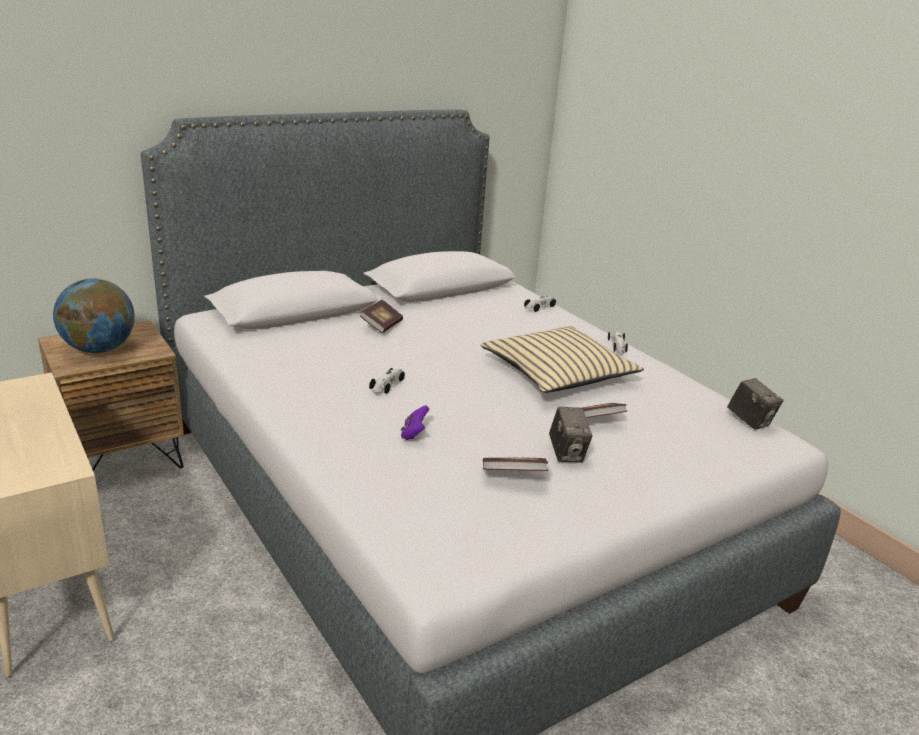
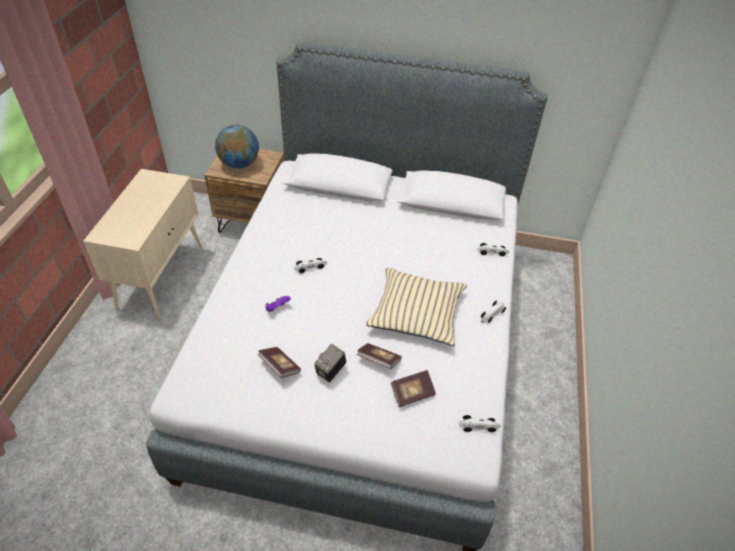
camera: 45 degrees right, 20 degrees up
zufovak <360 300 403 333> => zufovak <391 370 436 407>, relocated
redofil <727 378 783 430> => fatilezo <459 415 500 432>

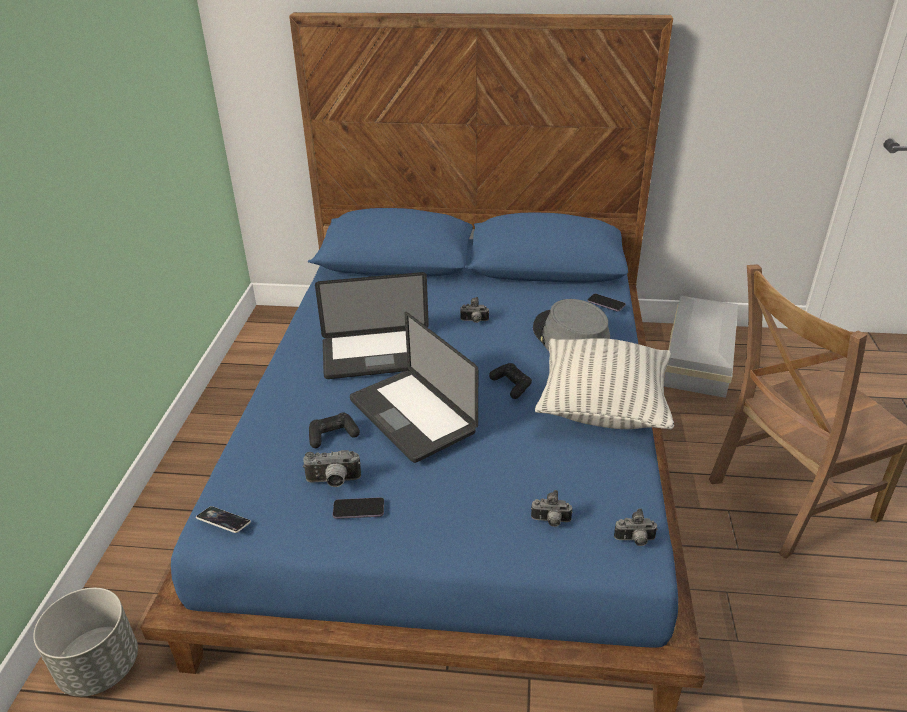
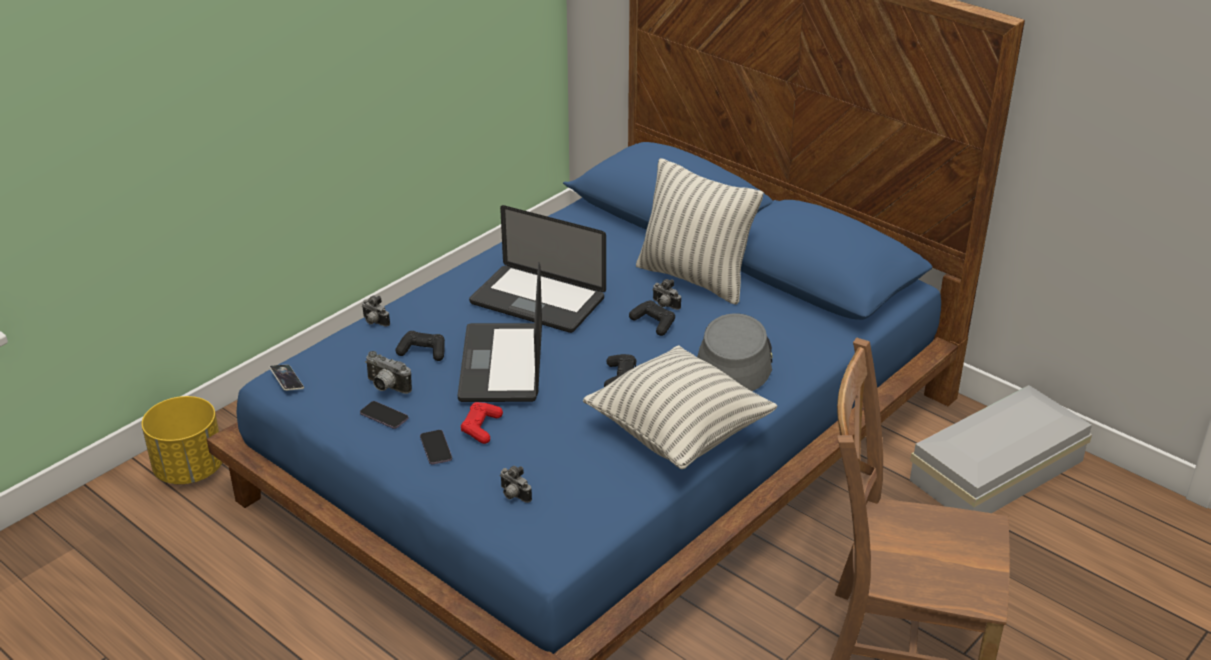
camera: 35 degrees right, 0 degrees up
nothing => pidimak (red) <461 402 503 444>
nothing => pidimak (black) <629 301 675 336>
nothing => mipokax <636 158 763 305>
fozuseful <587 294 626 311> => fozuseful <420 430 452 465>, relocated
redofil <614 508 658 546> => redofil <362 295 390 327>, relocated
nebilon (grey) <33 588 138 697> => nebilon (yellow) <142 396 222 484>

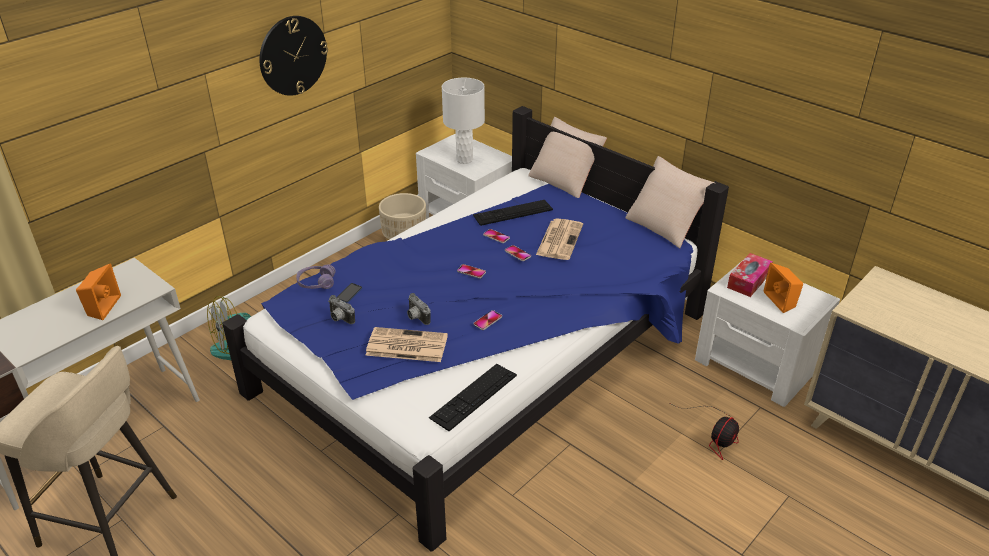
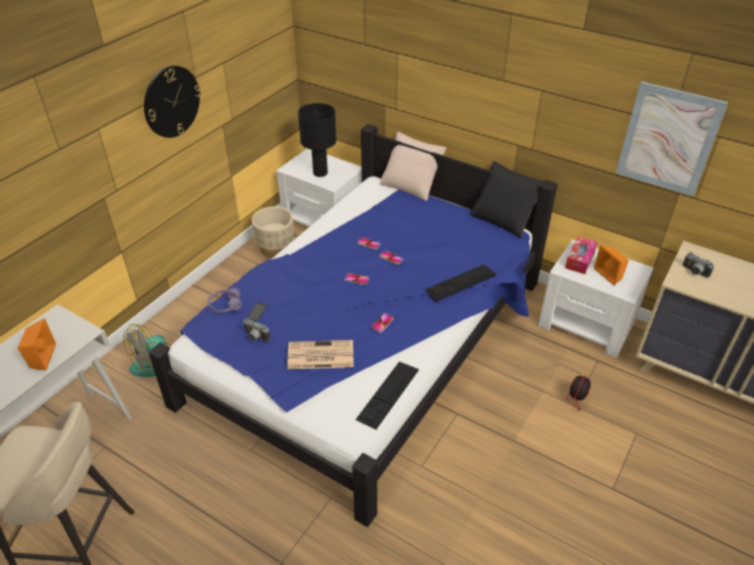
camera: 10 degrees left, 5 degrees up
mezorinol <536 218 583 260> => nothing
nothing => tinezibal <616 81 728 196>
redofil <407 293 431 325> => redofil <683 252 714 278>, relocated
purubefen <473 200 553 226> => purubefen <425 264 496 302>, relocated
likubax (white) <442 78 485 164> => likubax (black) <298 103 337 177>
mipokax (beige) <625 156 714 248> => mipokax (black) <470 161 546 238>

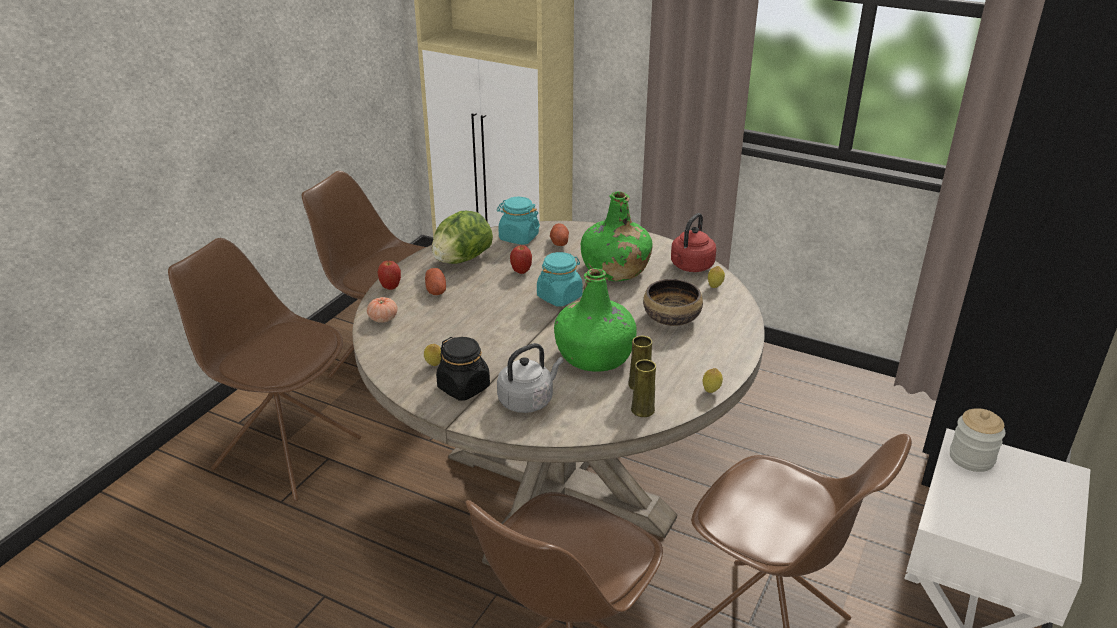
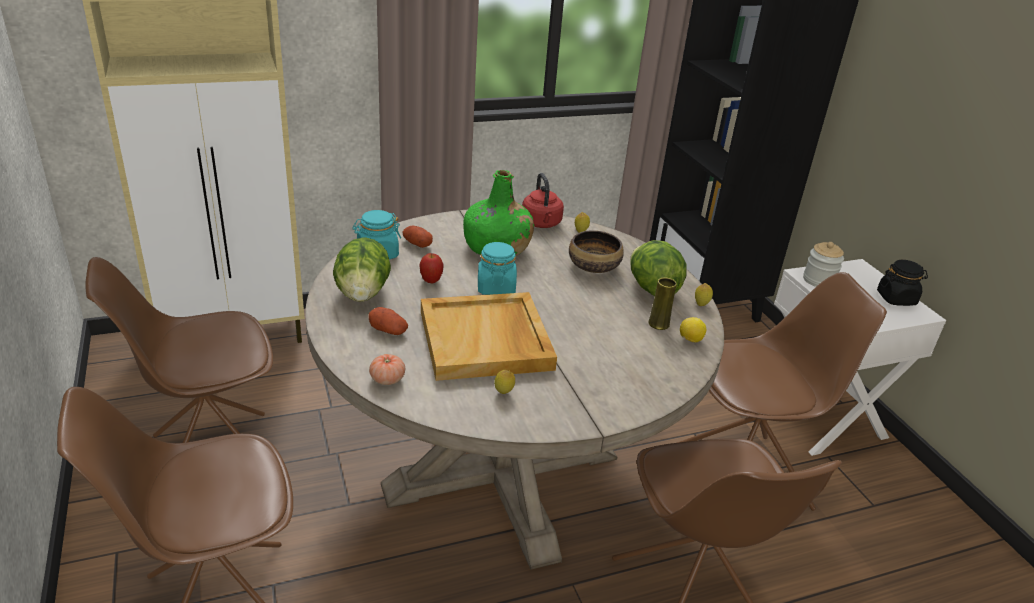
camera: 50 degrees left, 0 degrees up
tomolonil <377 261 401 290> => nothing
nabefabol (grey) <497 343 564 413> => nothing
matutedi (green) <554 268 637 372> => nothing
nothing => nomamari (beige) <421 292 557 381>
nothing => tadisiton <630 240 687 296>
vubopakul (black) <436 337 490 401> => vubopakul (black) <877 260 928 306>, relocated
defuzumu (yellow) <631 360 656 417> => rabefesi <680 317 706 343>

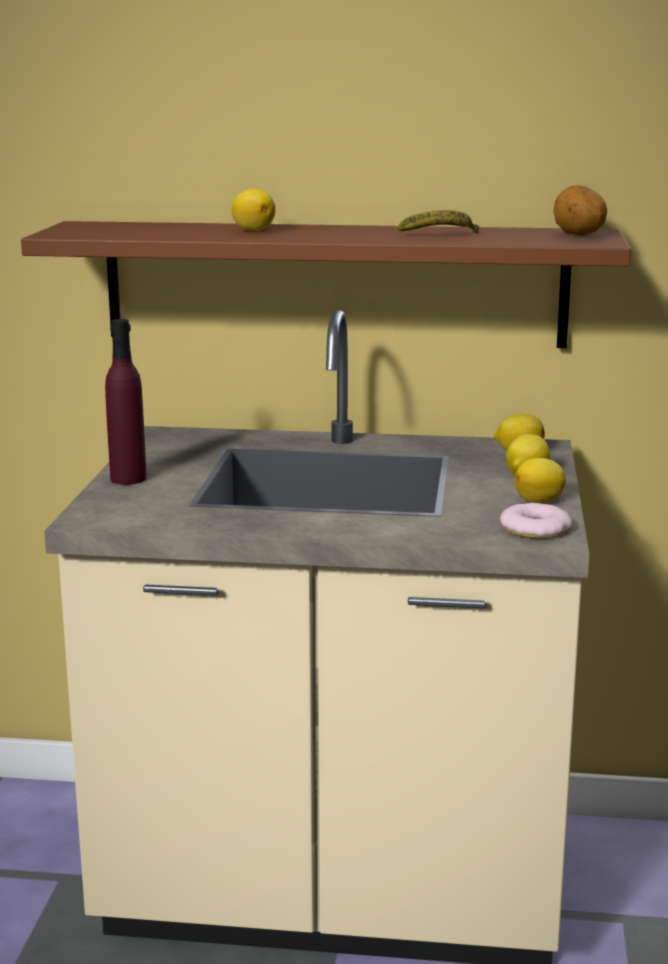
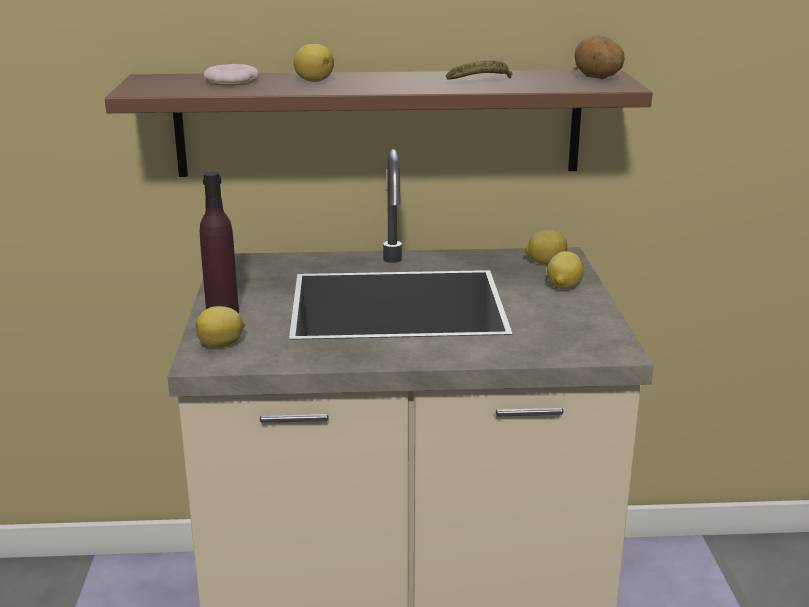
camera: 10 degrees left, 5 degrees up
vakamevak <500 503 572 538> => vakamevak <204 64 259 86>, relocated
rabefesi <515 458 566 503> => rabefesi <195 306 245 348>, relocated

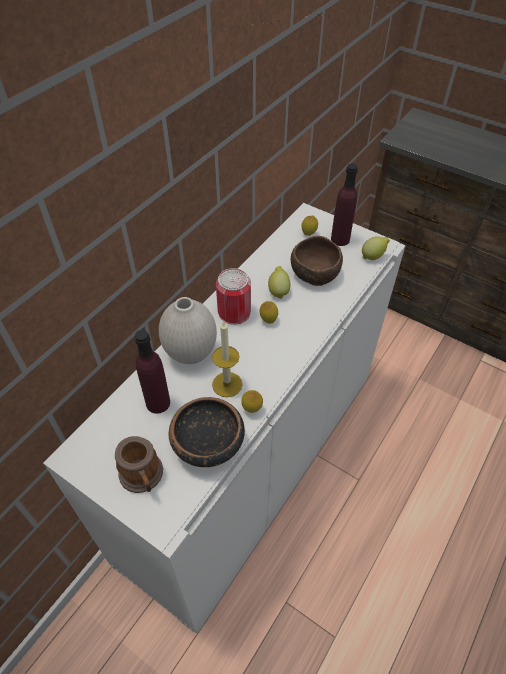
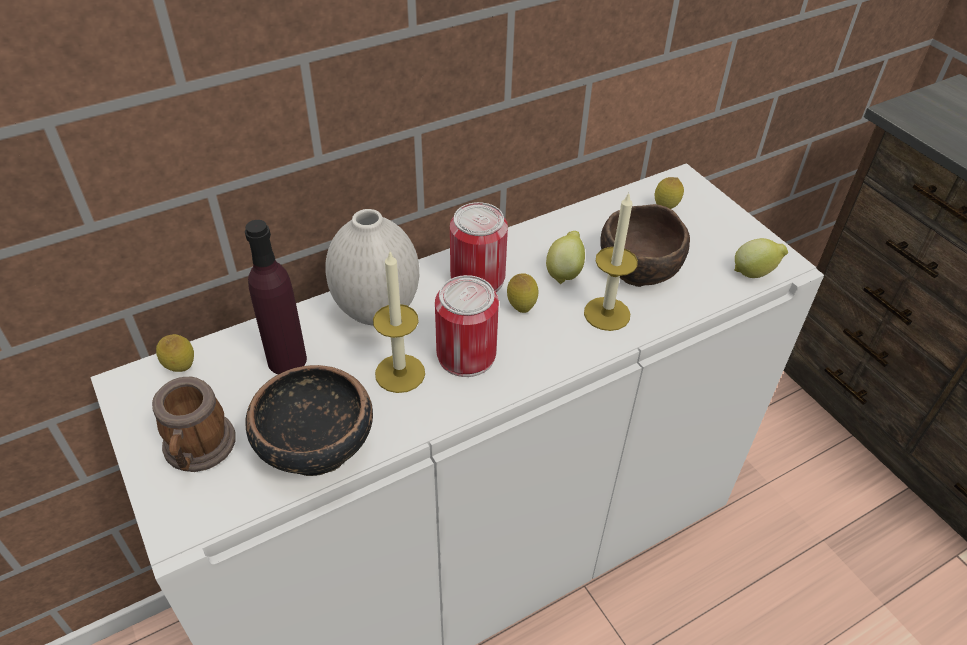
camera: 25 degrees right, 5 degrees down
matutedi (purple) <331 163 358 246> => nothing
nothing => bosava <435 275 499 377>
nothing => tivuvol <584 192 638 331>
rabefesi <241 390 263 413> => rabefesi <156 334 194 372>, relocated

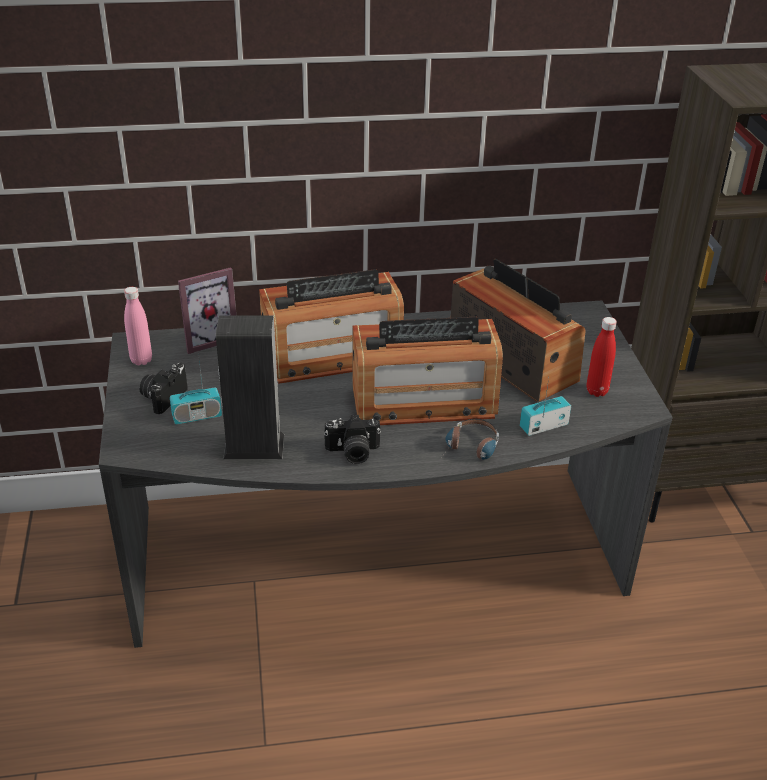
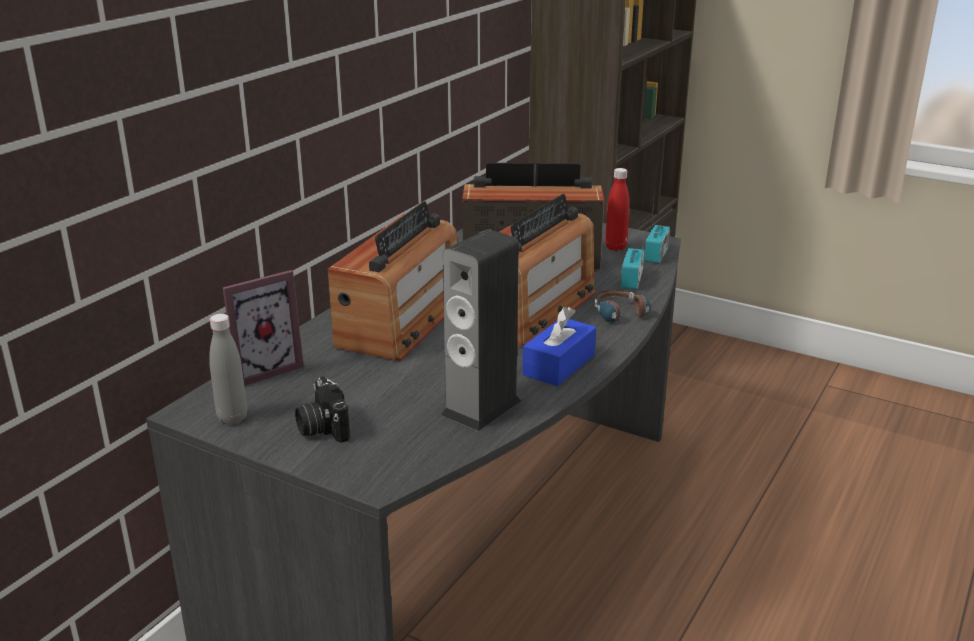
camera: 50 degrees left, 10 degrees down
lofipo <170 351 222 424> => lofipo <644 189 670 263>, relocated
redofil <324 415 381 464> => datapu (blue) <522 307 596 386>
matutedi (pink) <124 287 152 365> => matutedi (grey) <209 314 247 425>
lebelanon <178 267 237 354> => lebelanon <223 270 304 386>, 45 degrees clockwise

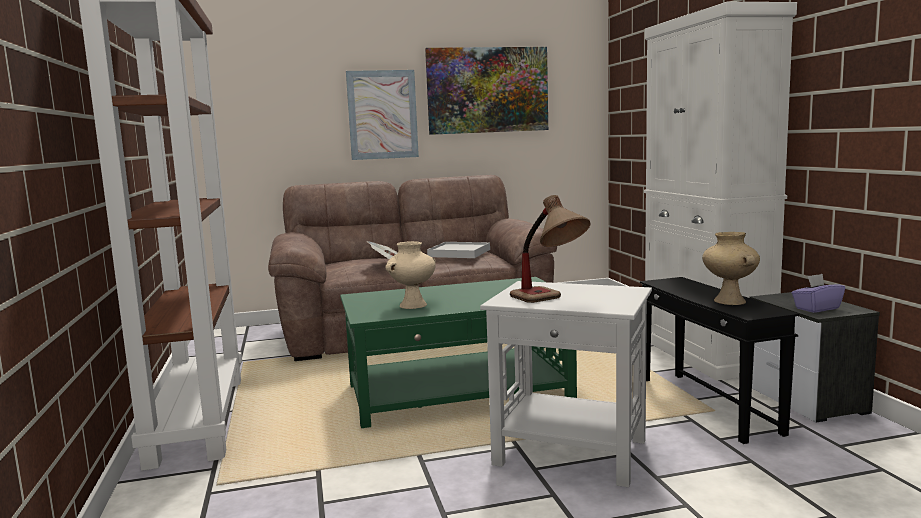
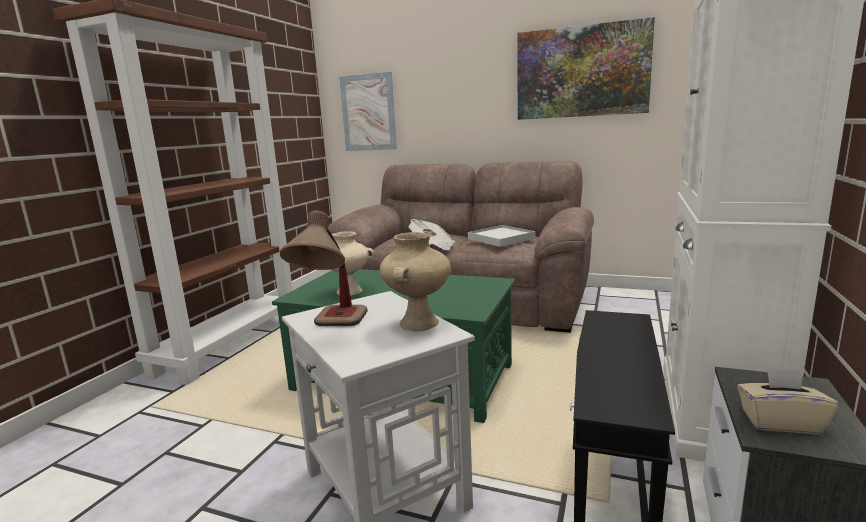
camera: 35 degrees right, 5 degrees up
tinezibal <346 70 419 160> => tinezibal <339 72 397 151>, relocated
defuzumu (beige) <702 232 760 305> => defuzumu (beige) <380 232 451 331>, relocated
datapu (purple) <792 274 845 313> => datapu (beige) <738 367 838 434>

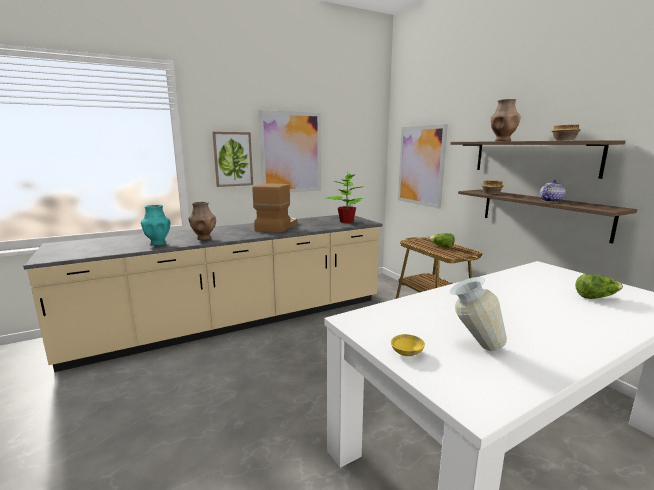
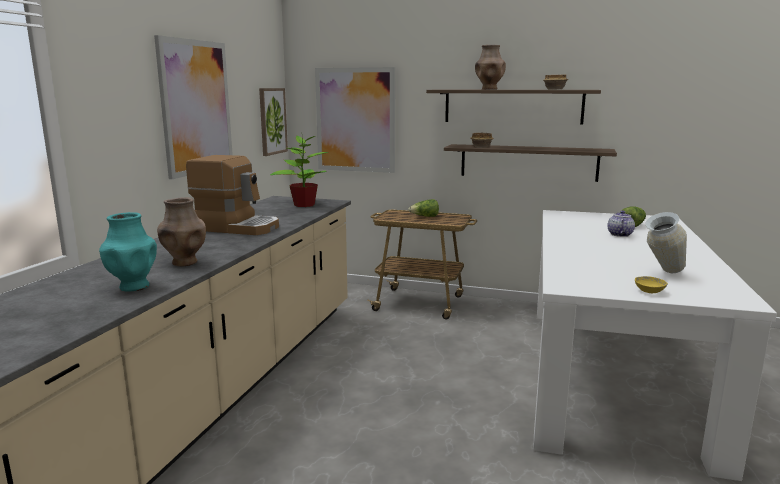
camera: 45 degrees left, 0 degrees up
tinezibal <212 132 253 187> => tinezibal <259 88 288 156>, relocated
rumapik <540 180 566 202> => rumapik <608 211 635 237>, relocated
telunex <253 183 297 233> => telunex <186 155 279 235>, 135 degrees clockwise

